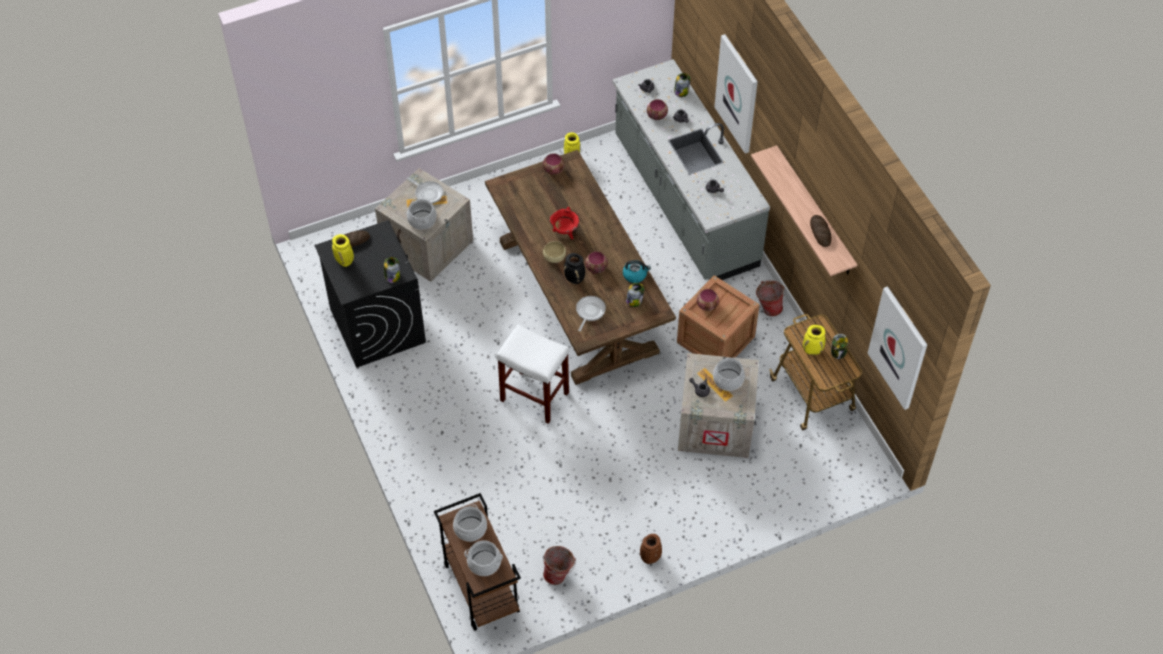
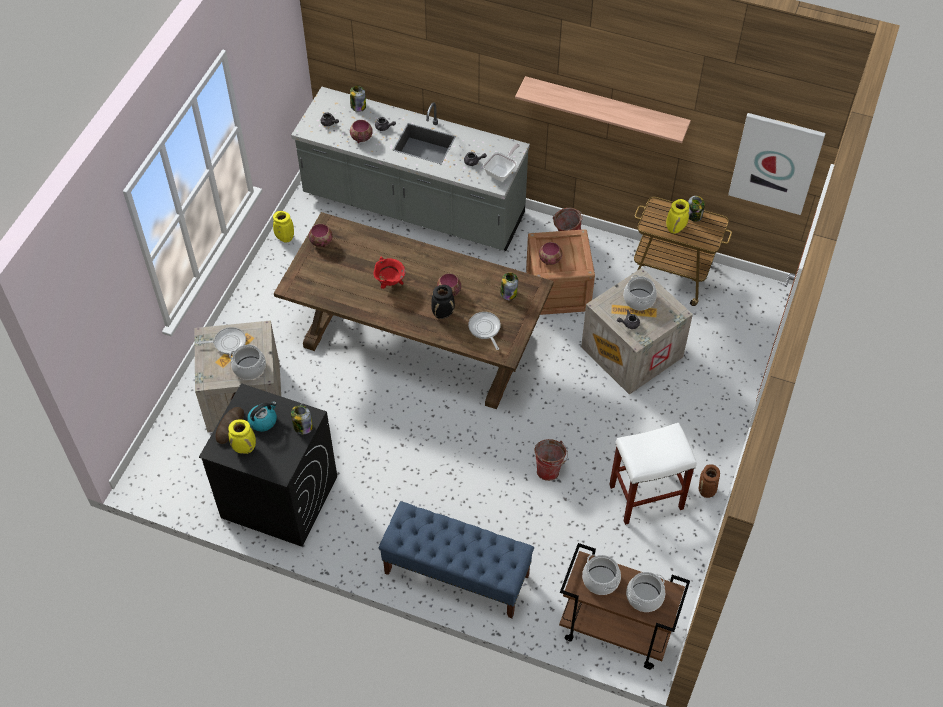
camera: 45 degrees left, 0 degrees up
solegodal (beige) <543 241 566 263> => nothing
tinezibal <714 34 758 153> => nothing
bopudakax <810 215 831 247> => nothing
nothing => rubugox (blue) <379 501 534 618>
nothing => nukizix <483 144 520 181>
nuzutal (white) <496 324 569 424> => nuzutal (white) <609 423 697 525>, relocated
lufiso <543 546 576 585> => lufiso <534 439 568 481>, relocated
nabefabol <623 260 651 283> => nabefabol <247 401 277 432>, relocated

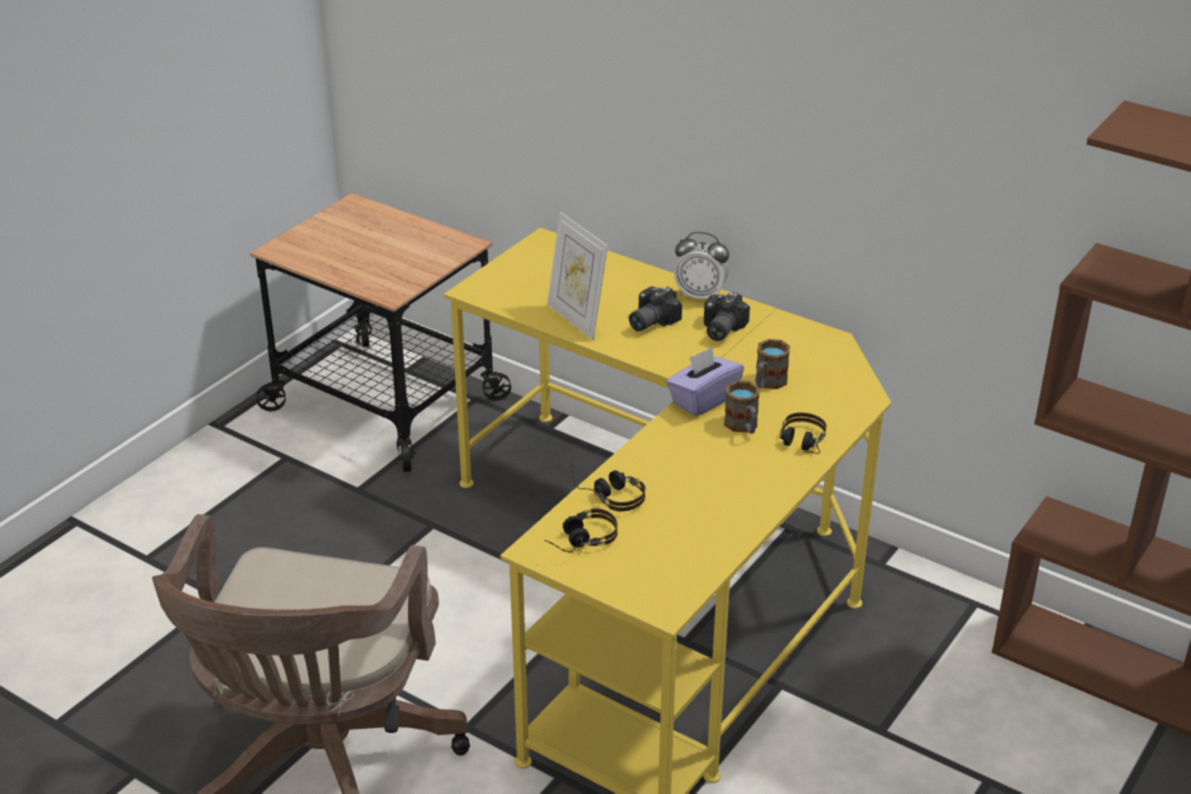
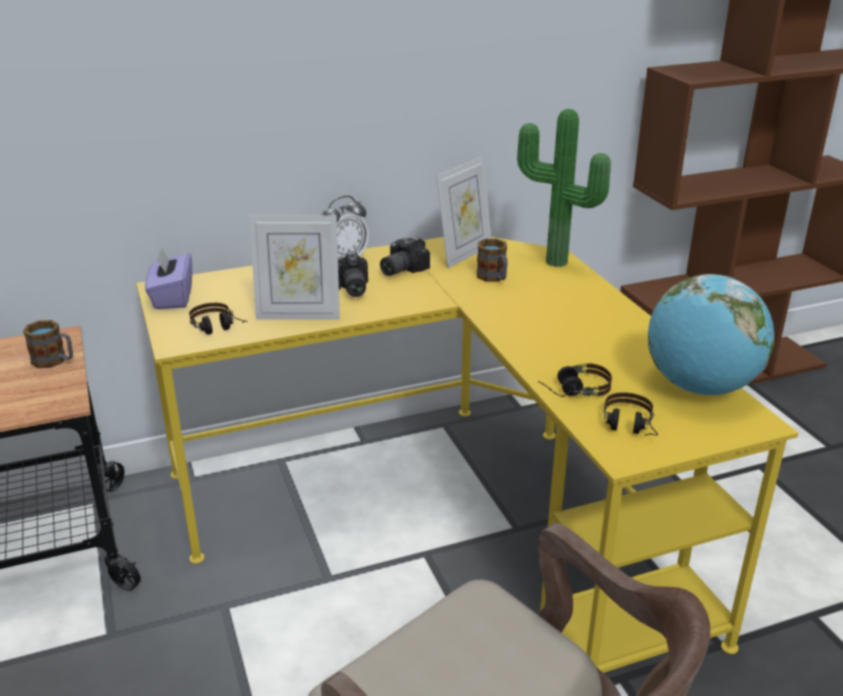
camera: 55 degrees left, 5 degrees down
nothing => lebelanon <436 156 491 269>
nothing => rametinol <517 109 611 267>
nothing => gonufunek <648 274 775 395>
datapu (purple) <666 347 744 416> => datapu (purple) <145 247 192 309>, relocated
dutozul <724 380 760 434> => dutozul <23 320 73 368>, relocated
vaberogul <780 412 826 454> => vaberogul <189 303 248 334>, relocated
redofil <704 292 750 341> => redofil <380 237 430 276>, 75 degrees clockwise

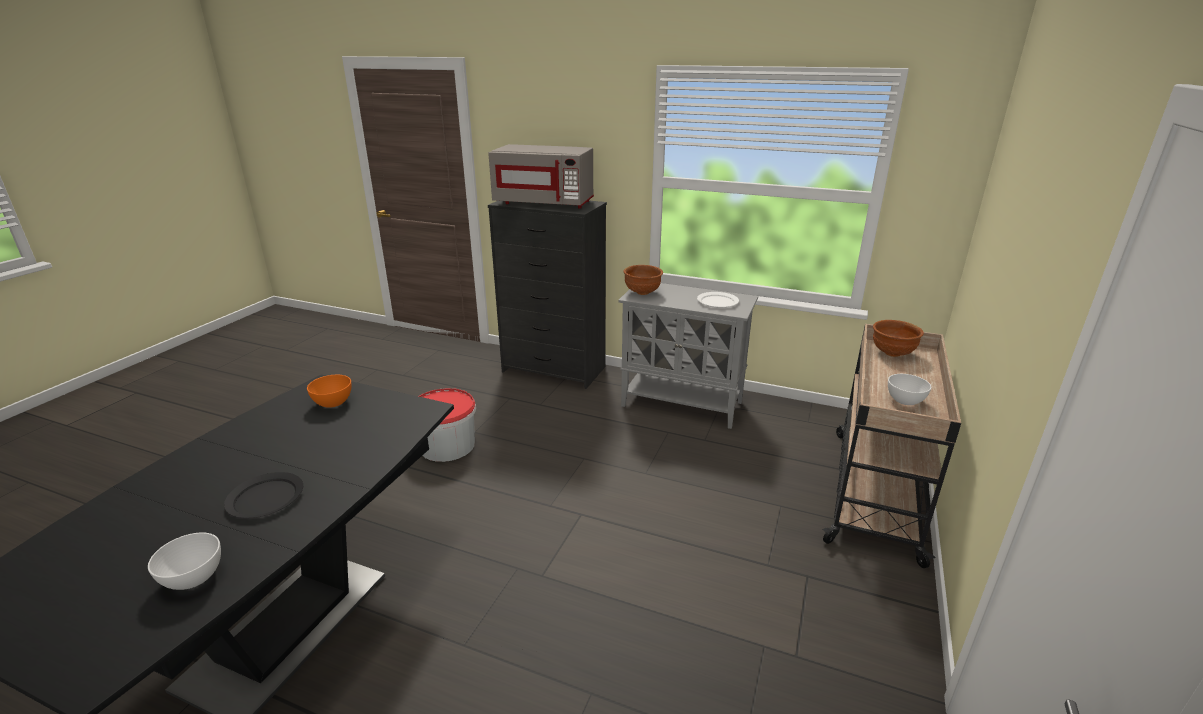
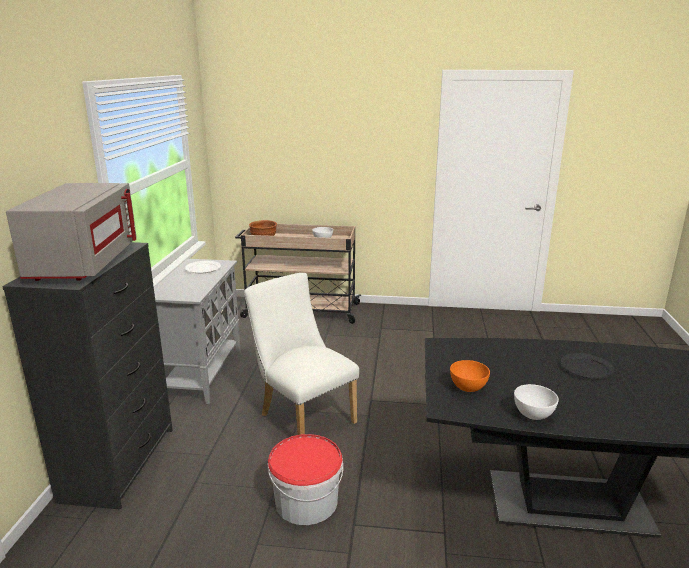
camera: 105 degrees left, 5 degrees down
solegodal (brown) <623 265 663 295> => nothing
nothing => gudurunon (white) <244 273 359 435>
solegodal (white) <148 533 221 590> => solegodal (white) <514 384 559 420>, relocated

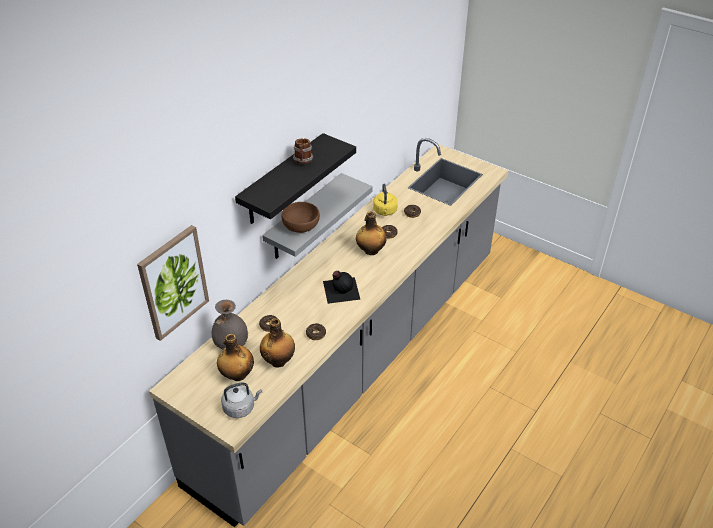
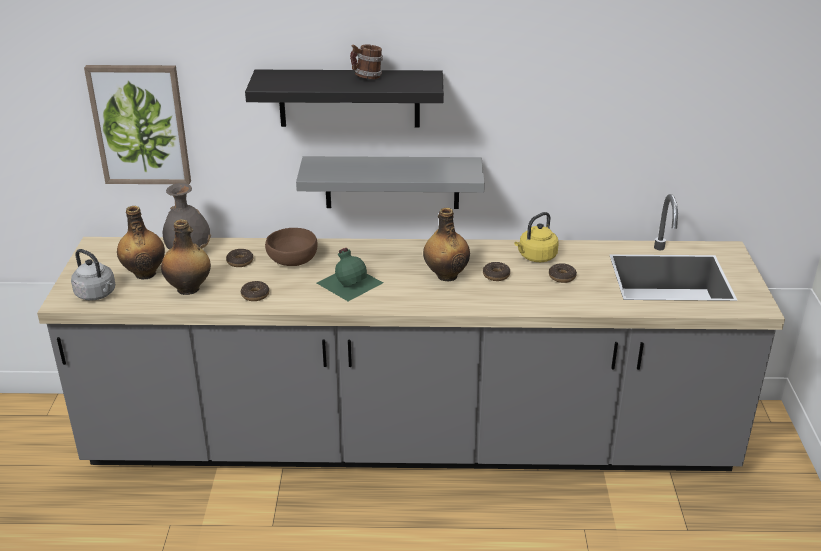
camera: 55 degrees right, 10 degrees down
solegodal (brown) <282 202 320 233> => solegodal (brown) <265 228 318 266>, relocated
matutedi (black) <323 271 361 304> => matutedi (green) <317 248 383 301>

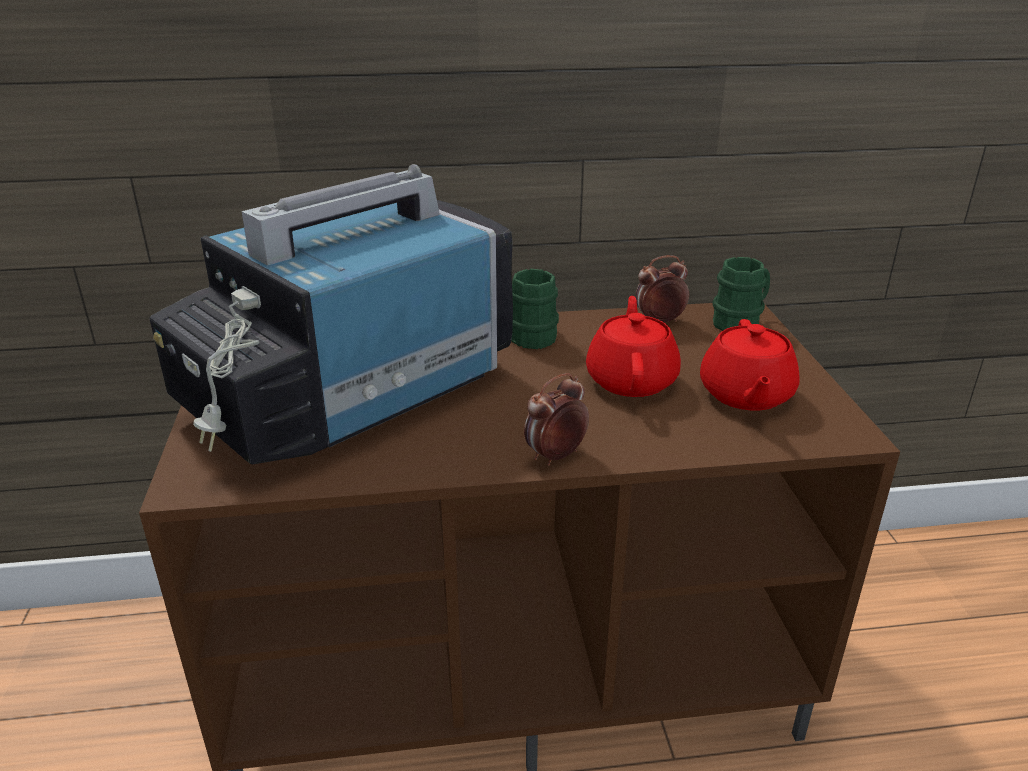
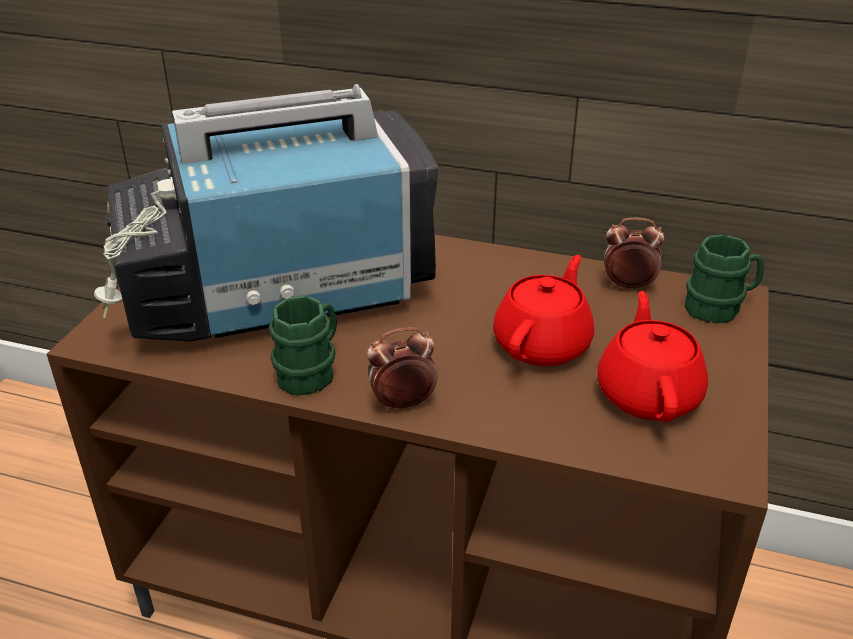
camera: 25 degrees right, 5 degrees up
dutozul (green) <511 269 559 349> => dutozul (green) <269 296 337 396>, relocated
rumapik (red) <700 319 800 410> => rumapik (red) <598 291 708 422>, 150 degrees clockwise

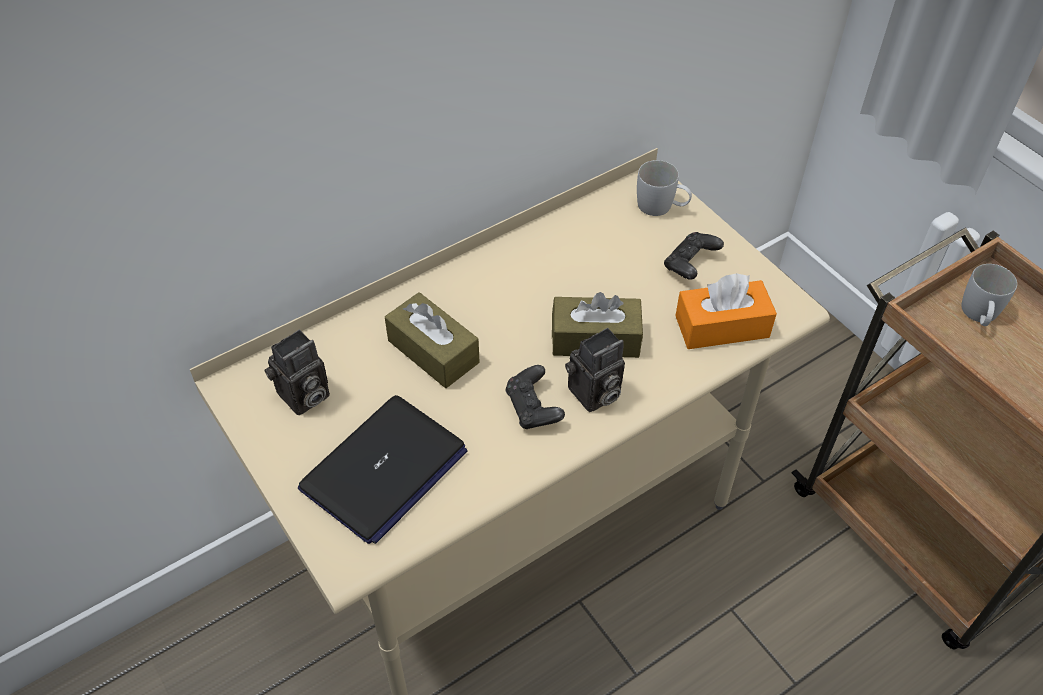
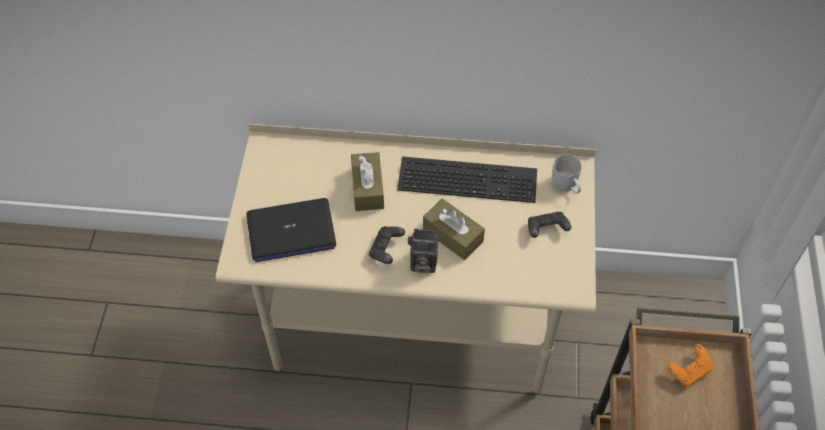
camera: 40 degrees right, 5 degrees up
redofil <264 330 330 415> => nothing
datapu (orange) <675 273 777 349> => nothing
nothing => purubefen <397 156 537 203>
dutozul (white) <961 264 1017 326> => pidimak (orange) <667 344 713 387>

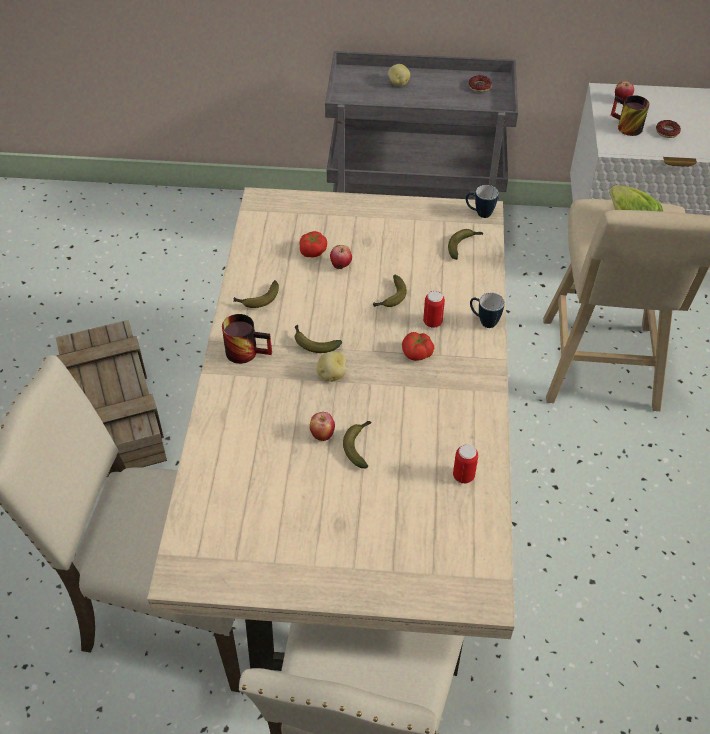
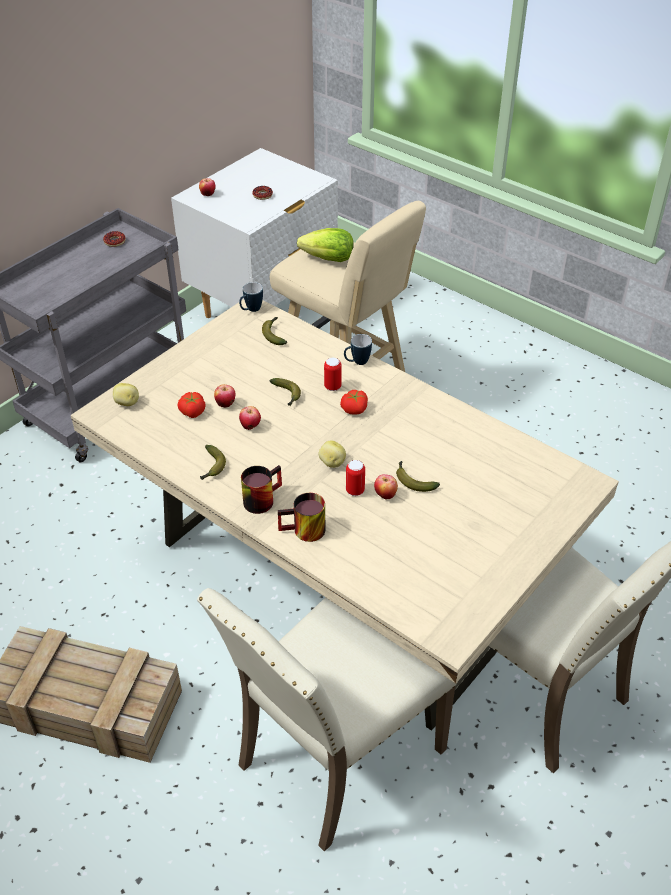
camera: 55 degrees left, 5 degrees down
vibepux <295 324 342 353> => nothing
nothing => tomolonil <239 406 261 430>
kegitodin <388 64 410 86> => kegitodin <113 383 139 406>, relocated
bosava <453 444 478 484> => bosava <346 460 365 496>, relocated
dutozul <611 95 649 136> => dutozul <278 493 325 542>, relocated

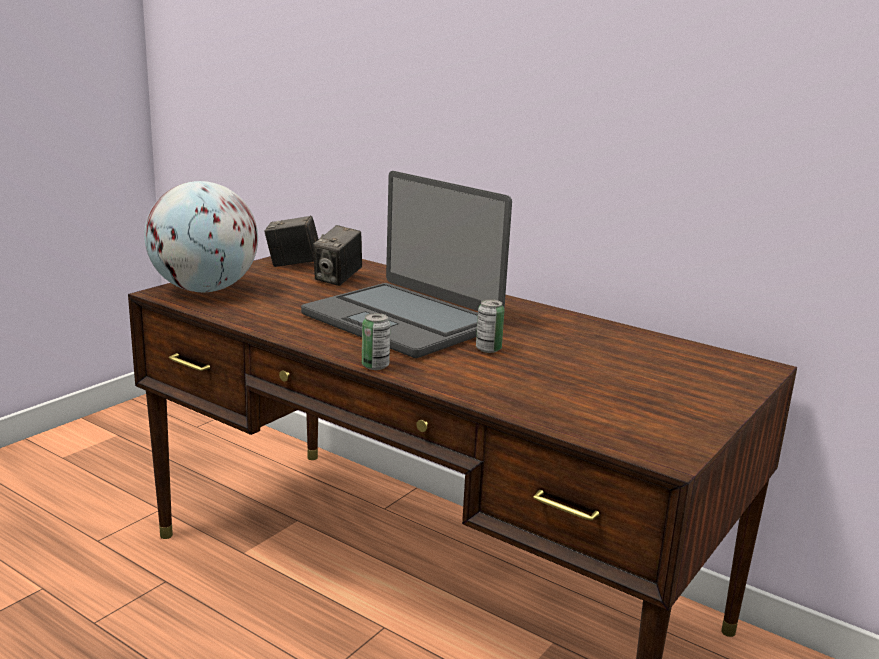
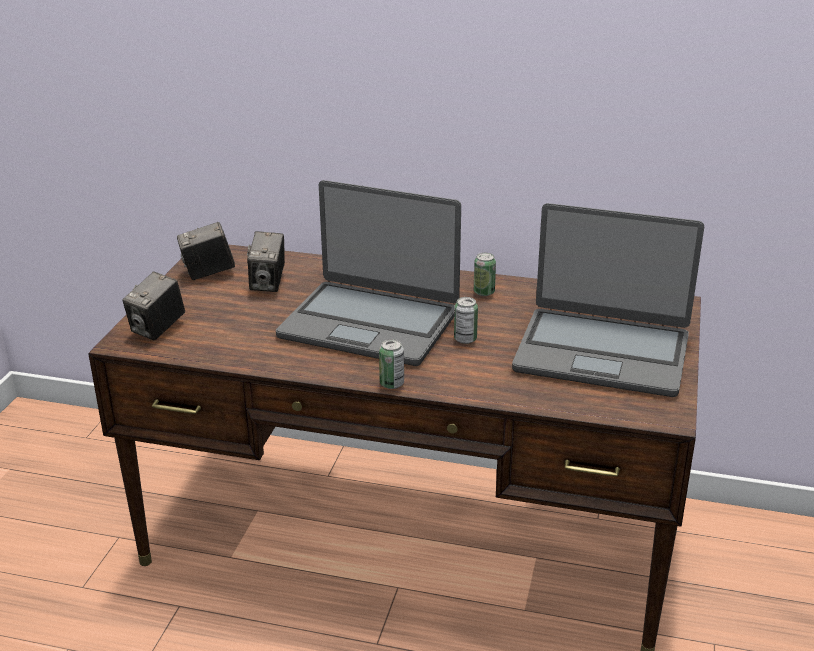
camera: 20 degrees left, 10 degrees up
nothing => bosava <474 253 496 296>
nothing => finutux <512 203 704 397>
gonufunek <144 181 258 292> => redofil <122 272 185 340>

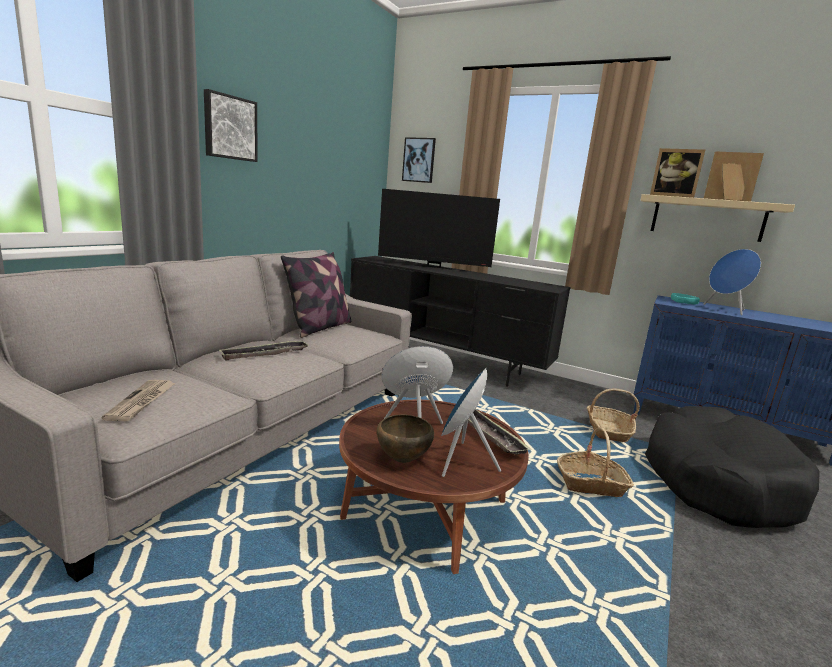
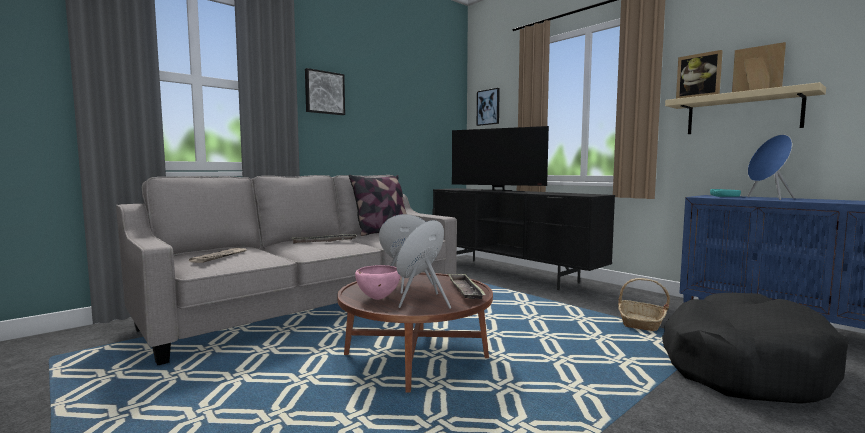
camera: 20 degrees right, 10 degrees down
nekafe <557 427 634 497> => nothing
solegodal (brown) <377 415 434 463> => solegodal (pink) <355 265 400 300>

